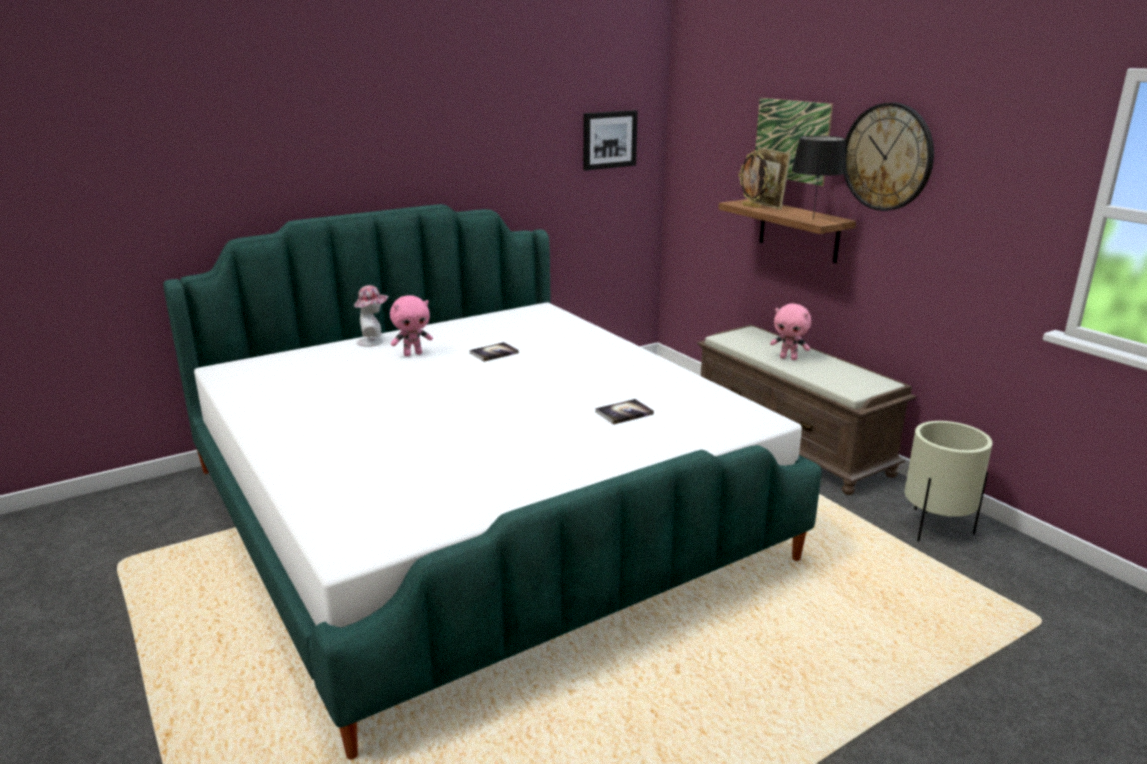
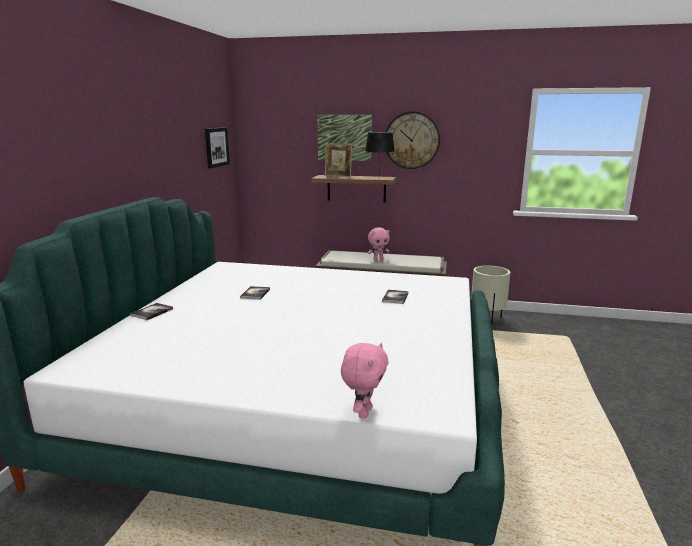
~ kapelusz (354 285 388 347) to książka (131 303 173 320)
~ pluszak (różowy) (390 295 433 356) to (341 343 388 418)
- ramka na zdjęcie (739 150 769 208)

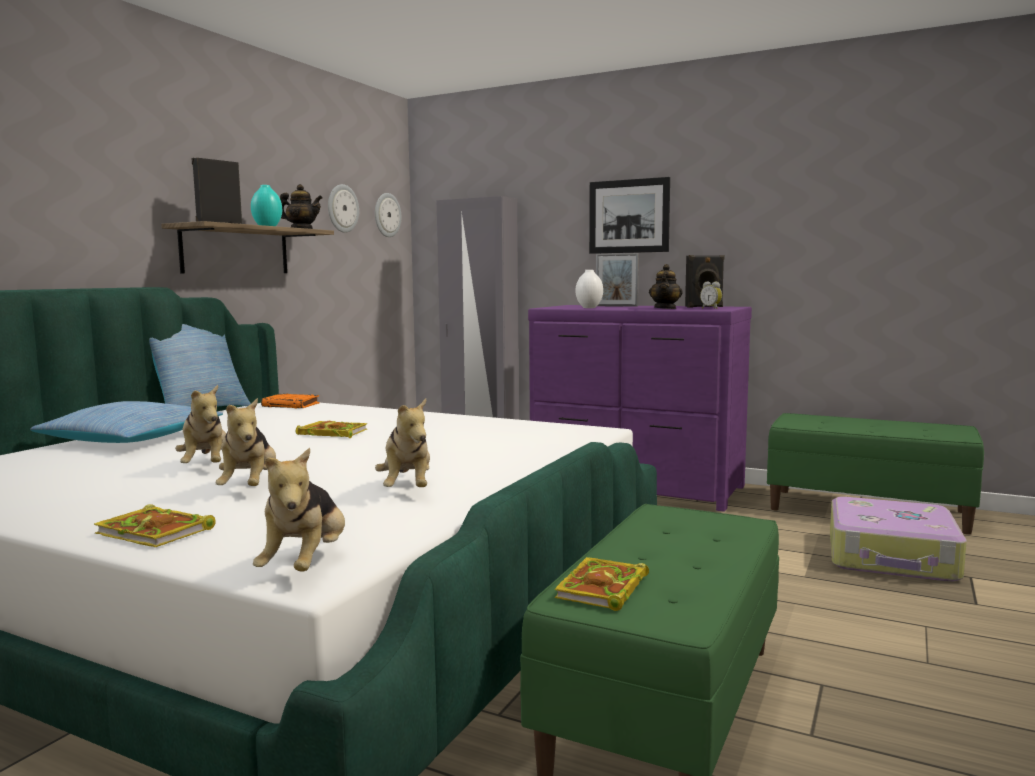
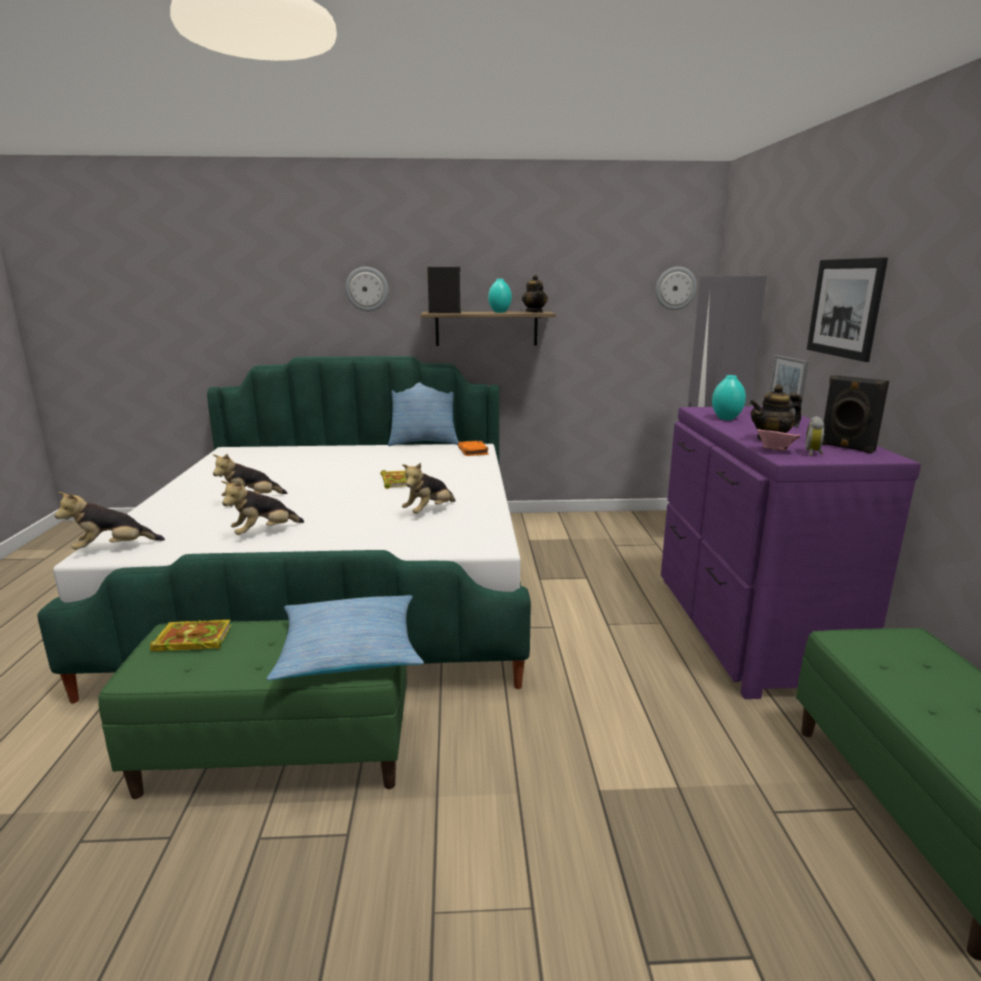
~ poduszka (30 401 223 443) to (266 595 424 681)
- książka (94 504 216 547)
~ pluszak (175 385 226 463) to (402 463 455 514)
~ zegar ścienny (328 184 359 233) to (345 267 389 311)
~ wazon (biały) (576 270 603 308) to wazon (turkusowy) (712 375 746 420)
- walizka (830 497 967 582)
+ miska (różowy) (757 429 801 451)

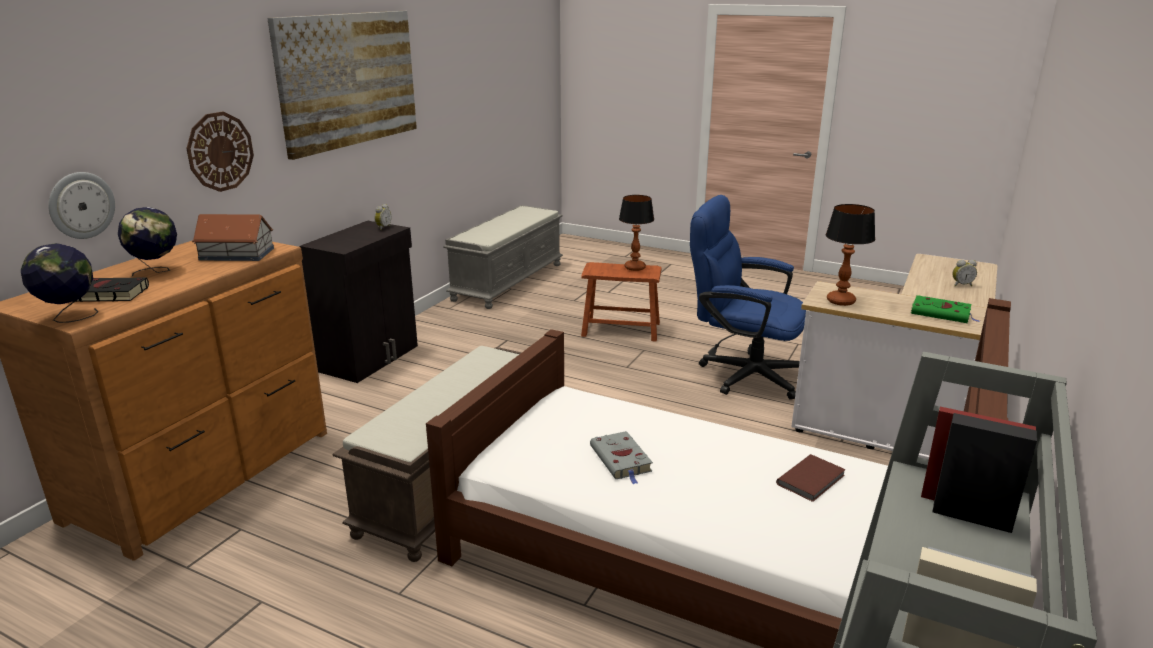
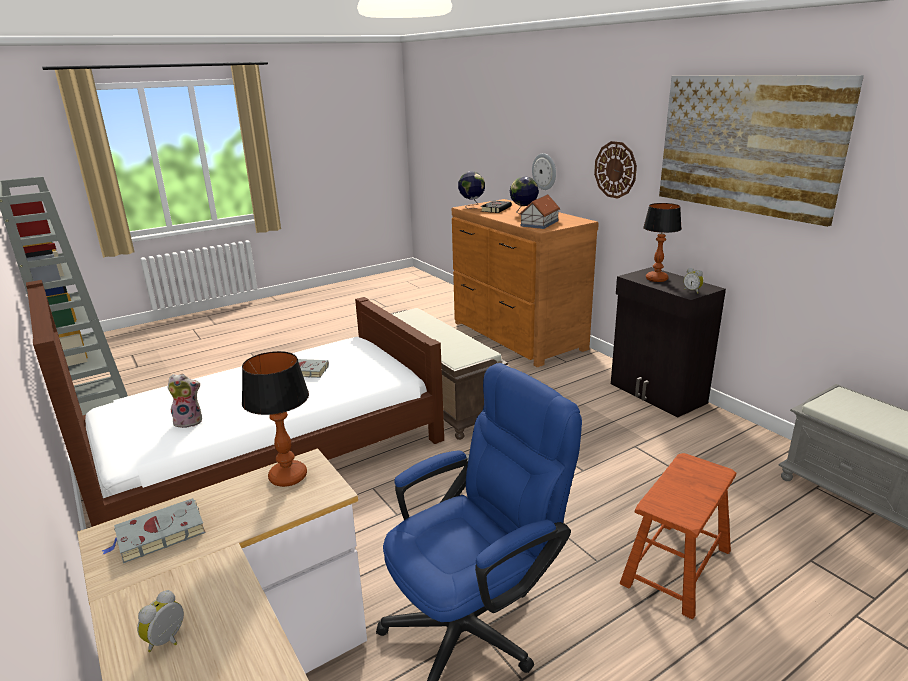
~ lampa stołowa (619 195 654 271) to (643 203 682 282)
~ książka (brązowy) (776 454 846 502) to pluszak (167 374 202 428)
~ książka (zielony) (911 295 980 323) to książka (szary) (102 498 206 563)

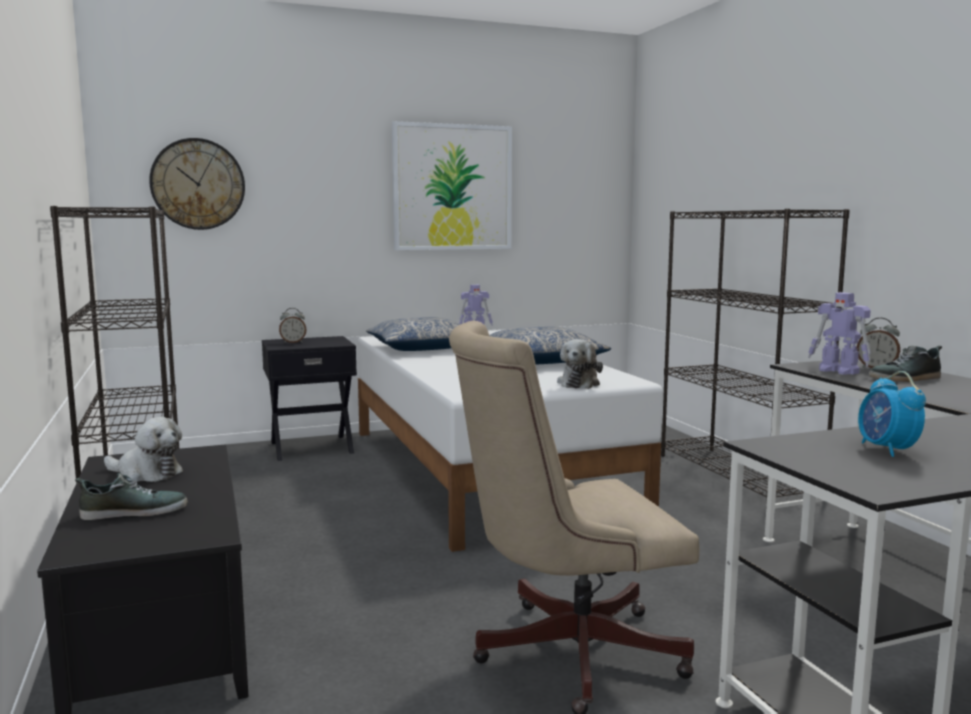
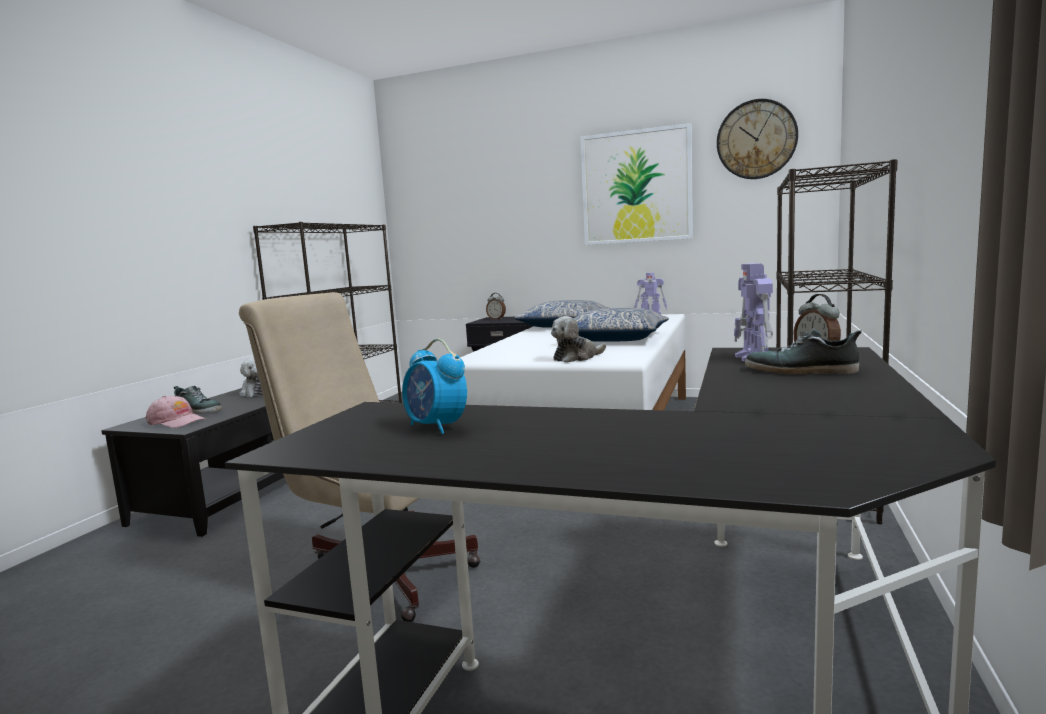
~ zegar ścienny (149 138 245 230) to (717 99 798 179)
~ budzik (858 371 926 457) = (402 339 467 434) 75 degrees counterclockwise
+ czapka z daszkiem (różowy) (146 396 206 428)

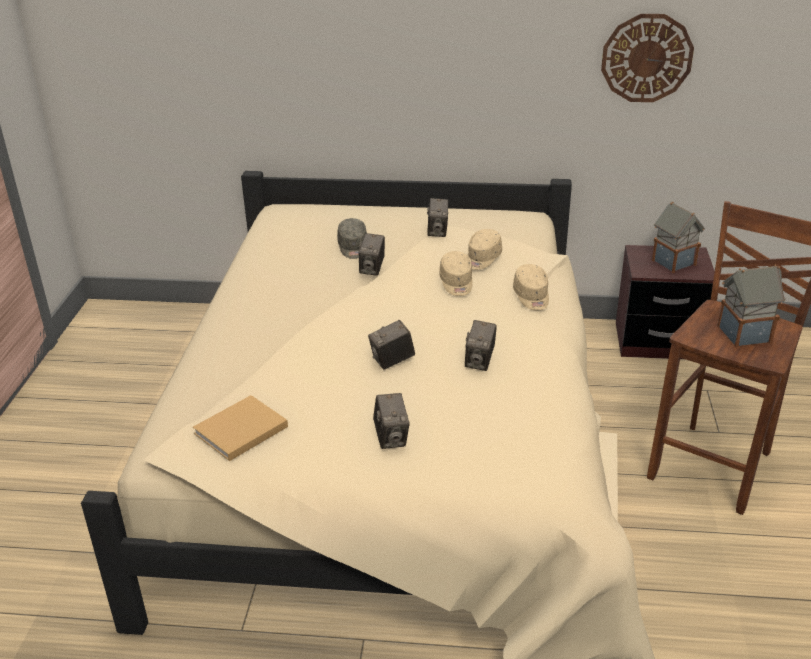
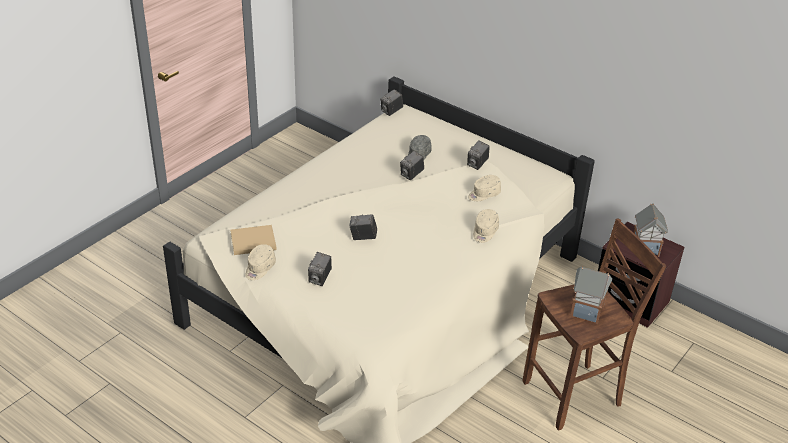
~ czapka z daszkiem (beżowy) (439 251 473 296) to (246 244 276 280)
~ aparat fotograficzny (465 320 497 371) to (380 89 403 116)
- zegar ścienny (601 14 694 102)

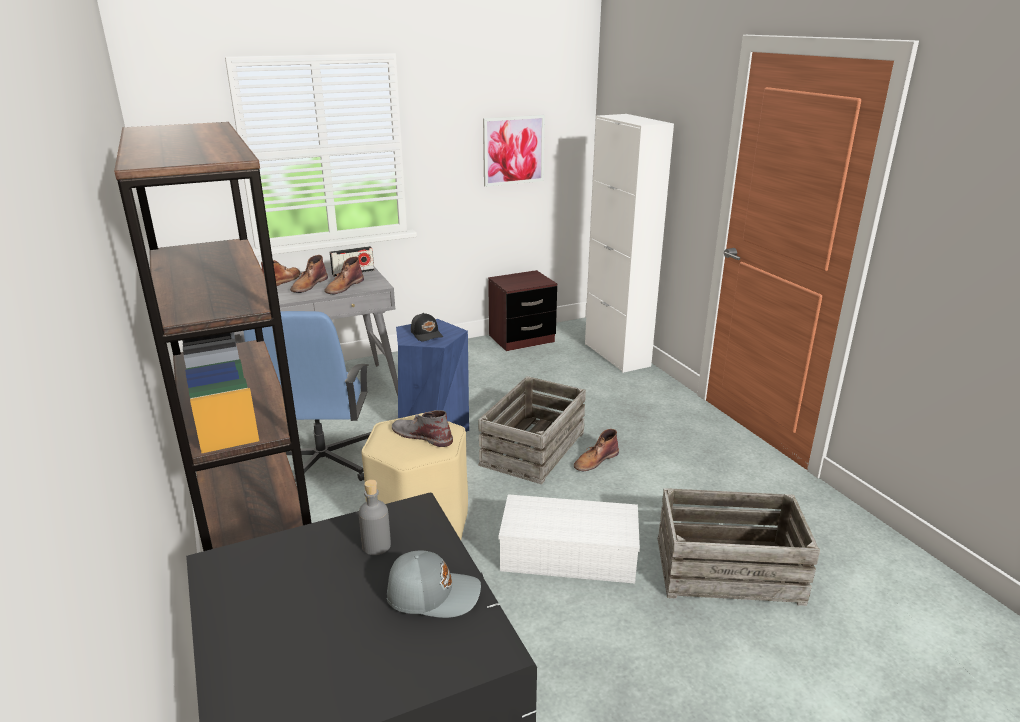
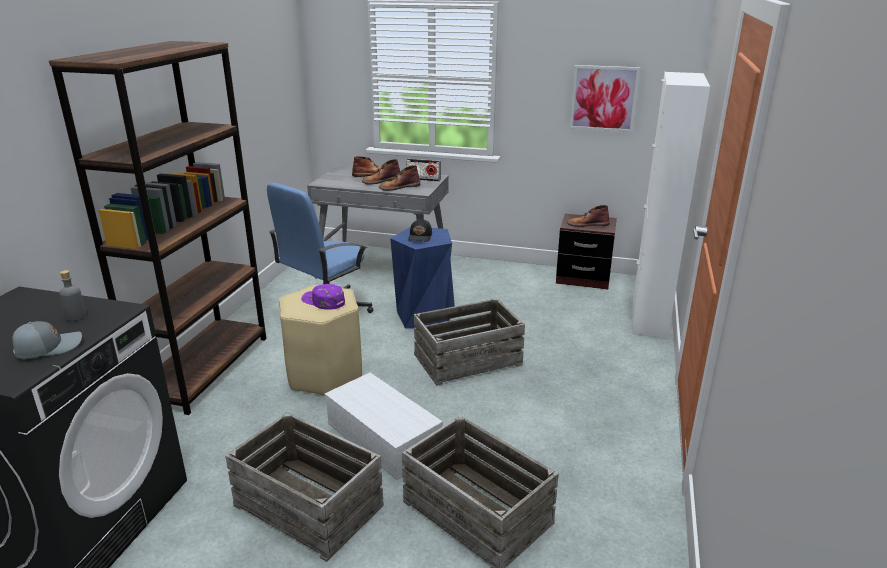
~ czapka z daszkiem (szary) (387 551 481 618) = (12 321 82 359) 75 degrees counterclockwise
~ but z cholewką (szary) (392 410 453 447) to czapka z daszkiem (fioletowy) (301 284 345 310)
~ but z cholewką (brązowy) (574 429 619 472) to (567 205 610 227)
+ skrzynka (225 412 384 562)

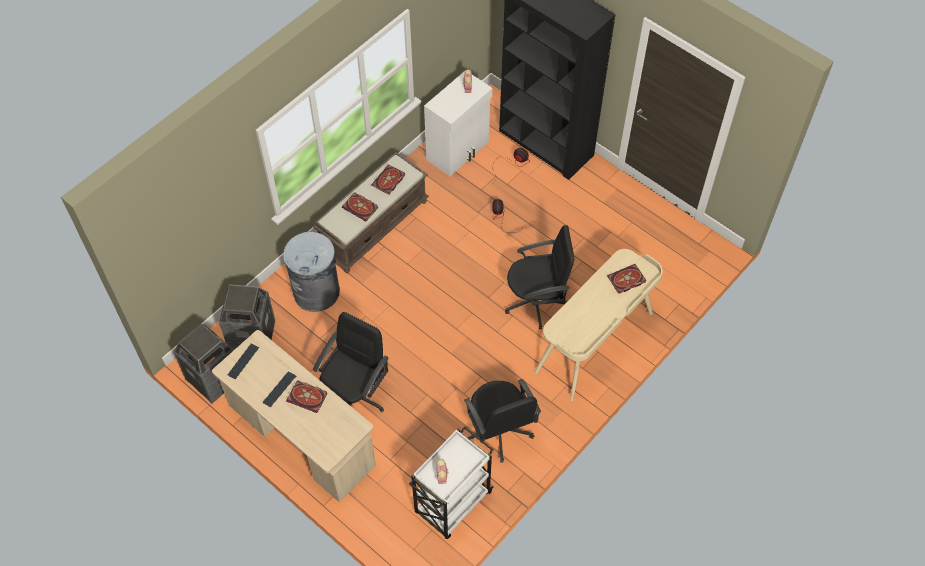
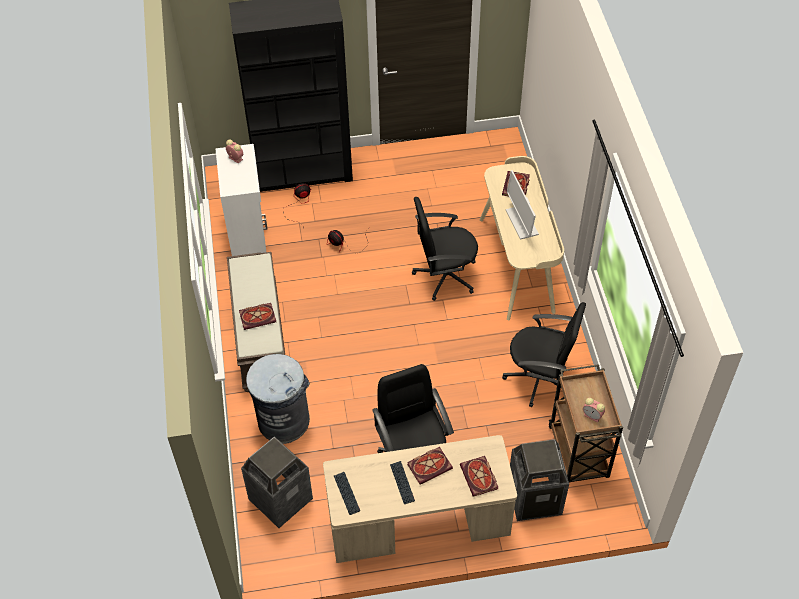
~ kosz na śmieci (174 323 234 404) to (510 439 569 521)
~ książka (371 164 405 195) to (460 456 498 497)
~ wózek (biały) (409 426 494 539) to wózek (brązowy) (549 364 623 482)
~ krzesło biurowe (czarny) (505 225 574 329) = (412 197 478 301) 135 degrees counterclockwise
+ monitor (506 170 539 240)

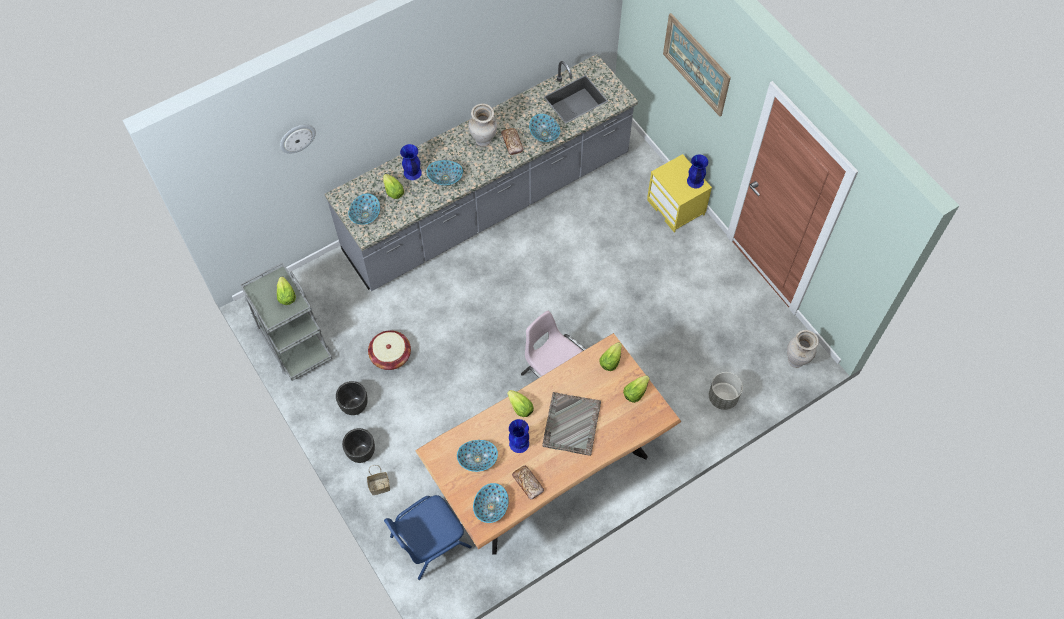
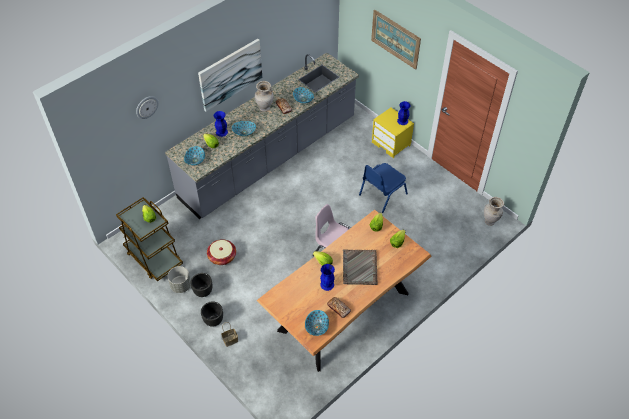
~ wózek (szary) (240 262 332 381) to wózek (brązowy) (116 197 183 281)
~ krzesło (niebieski) (384 495 472 580) to (359 163 408 213)
- miska (457 440 498 472)
~ donica (szary) (709 372 743 410) to (168 266 191 293)
+ obraz (198 39 262 112)

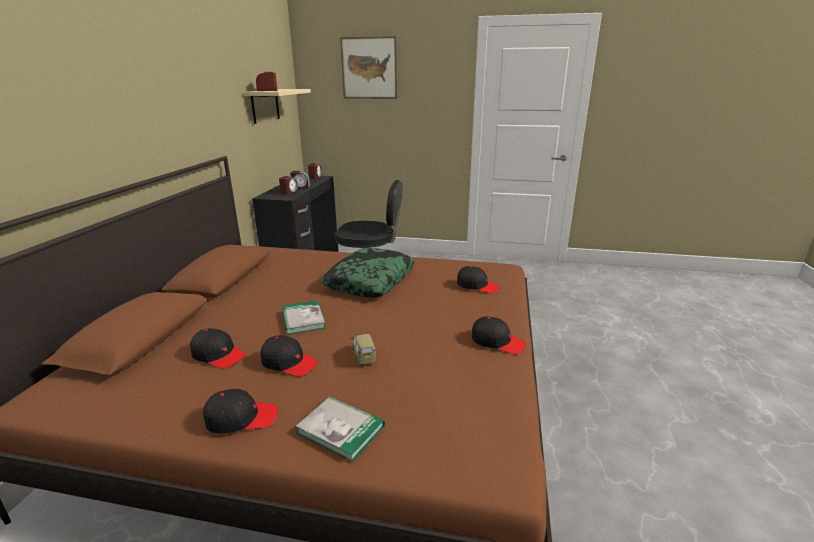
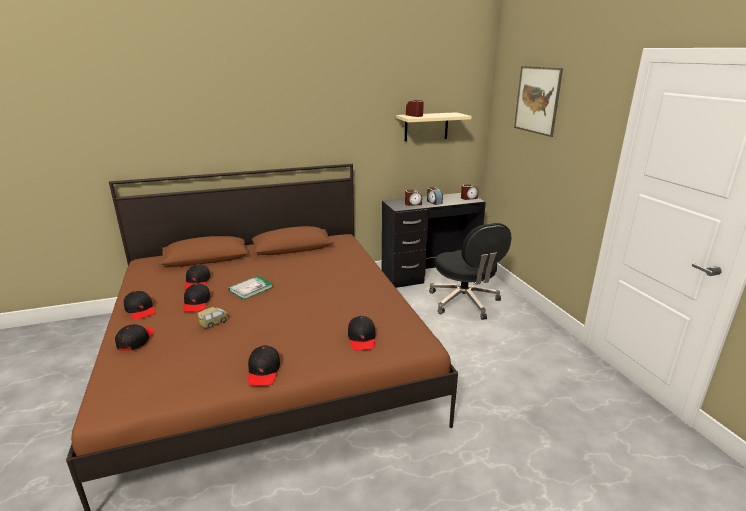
~ książka (295 396 385 462) to czapka z daszkiem (czarny) (115 324 154 351)
- poduszka (321 248 415 297)

